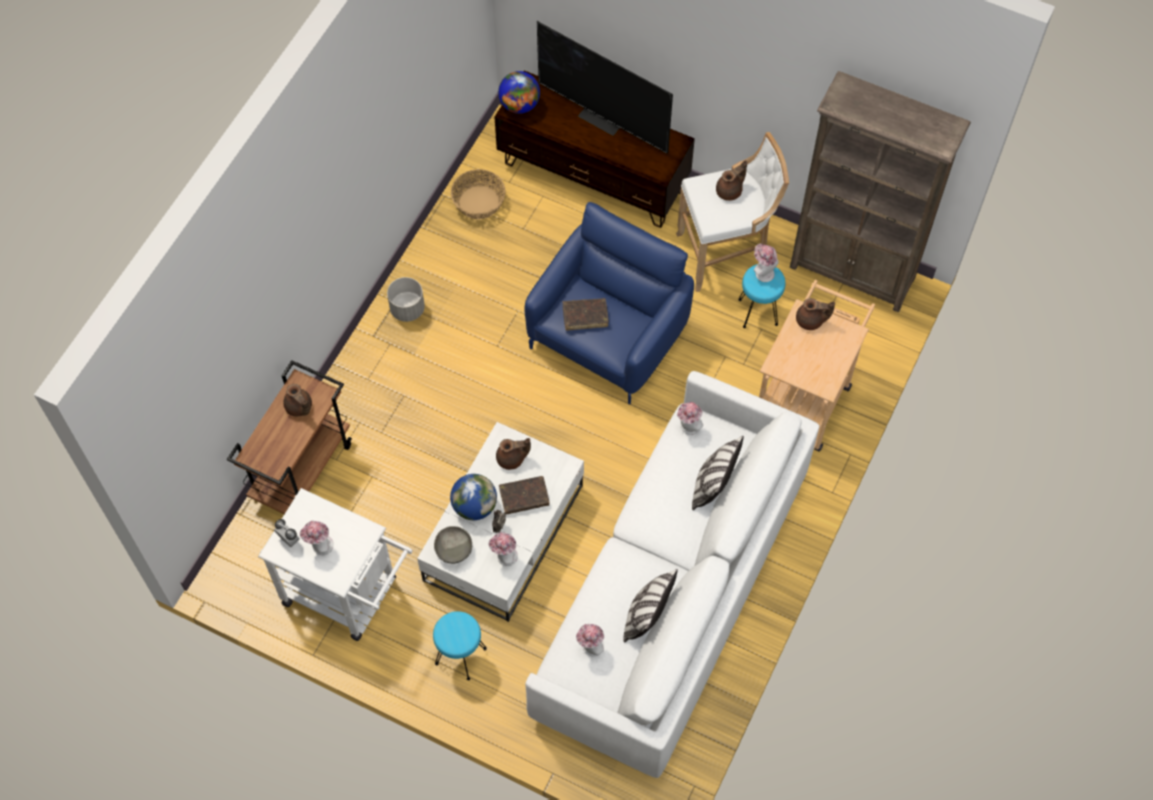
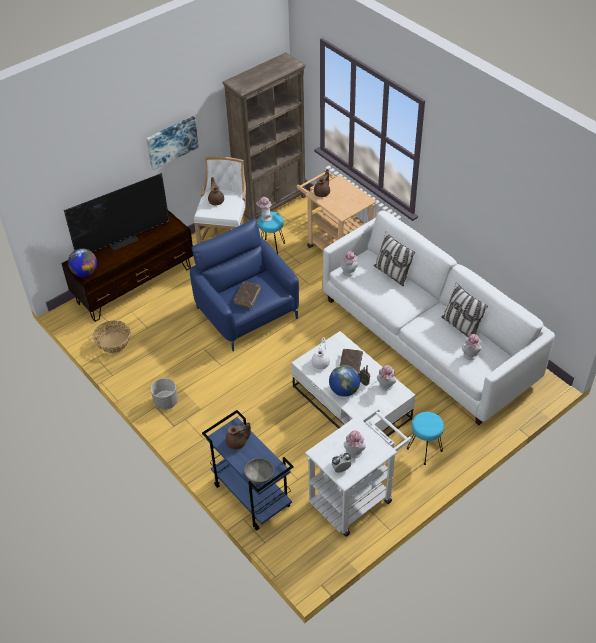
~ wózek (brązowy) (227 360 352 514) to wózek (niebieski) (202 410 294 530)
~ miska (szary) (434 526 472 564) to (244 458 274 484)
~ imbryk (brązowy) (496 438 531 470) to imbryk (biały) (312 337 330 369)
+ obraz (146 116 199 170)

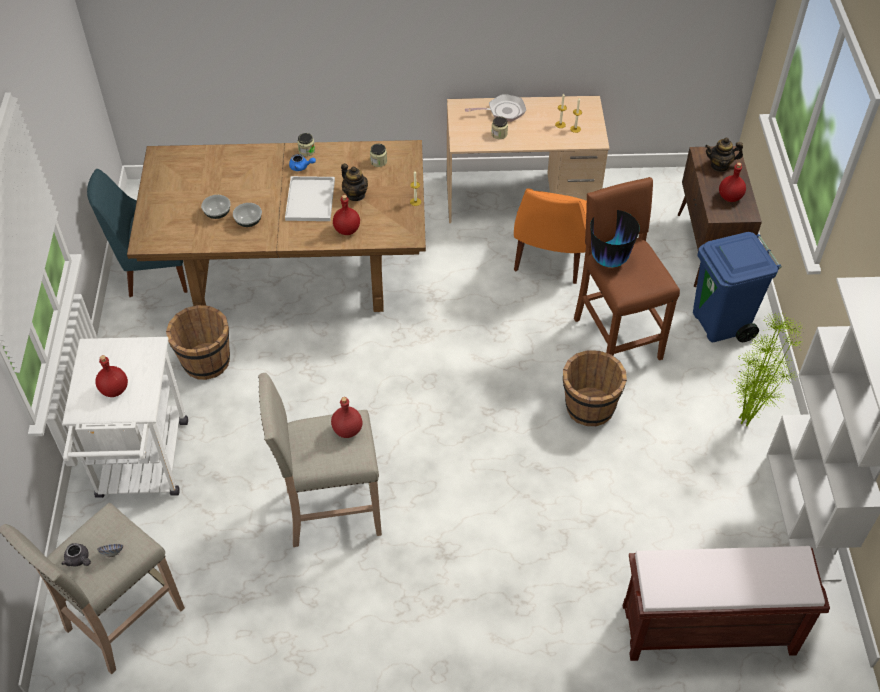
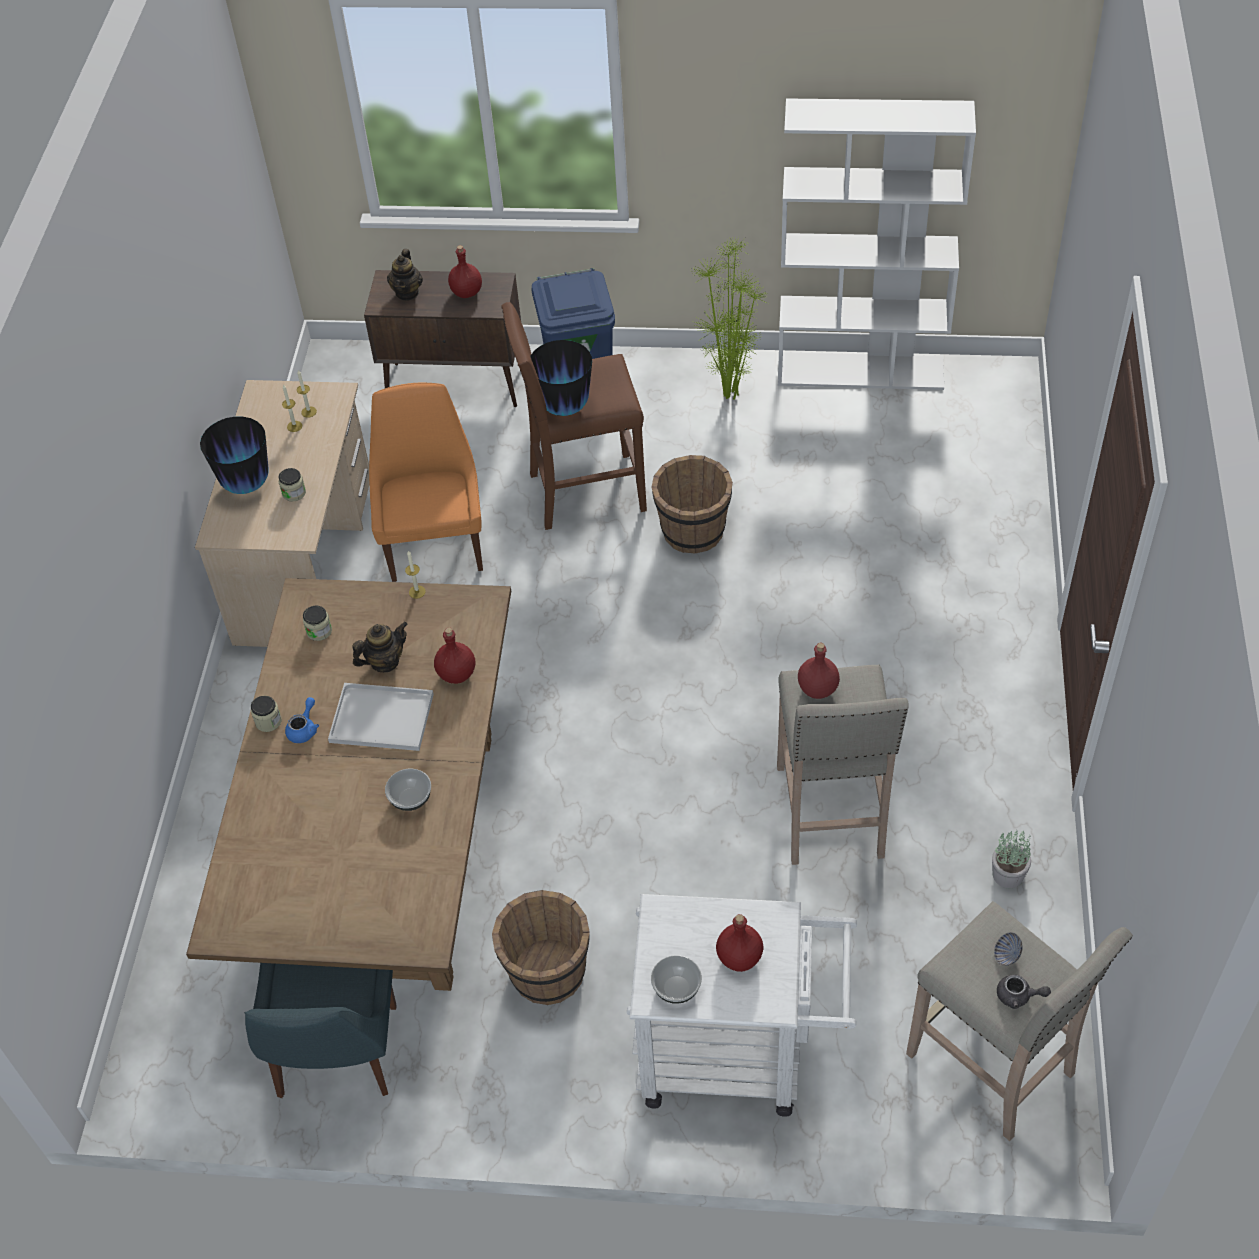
~ imbryk (szary) (61 543 91 566) = (997 975 1051 1009) 60 degrees clockwise
~ miska (201 195 230 219) to (651 955 702 1004)
~ patelnia (465 94 526 122) to wazon (200 417 269 494)
~ krzesło (pomarańczowy) (514 189 587 284) = (369 383 483 582) 120 degrees counterclockwise
- ławka (brązowy) (623 546 830 661)
+ roślina doniczkowa (992 831 1031 888)

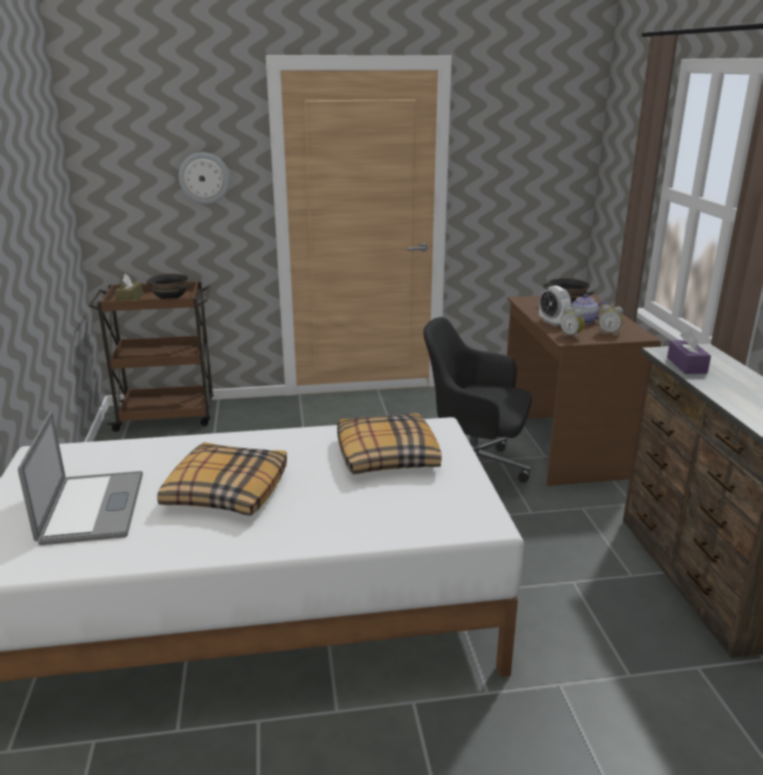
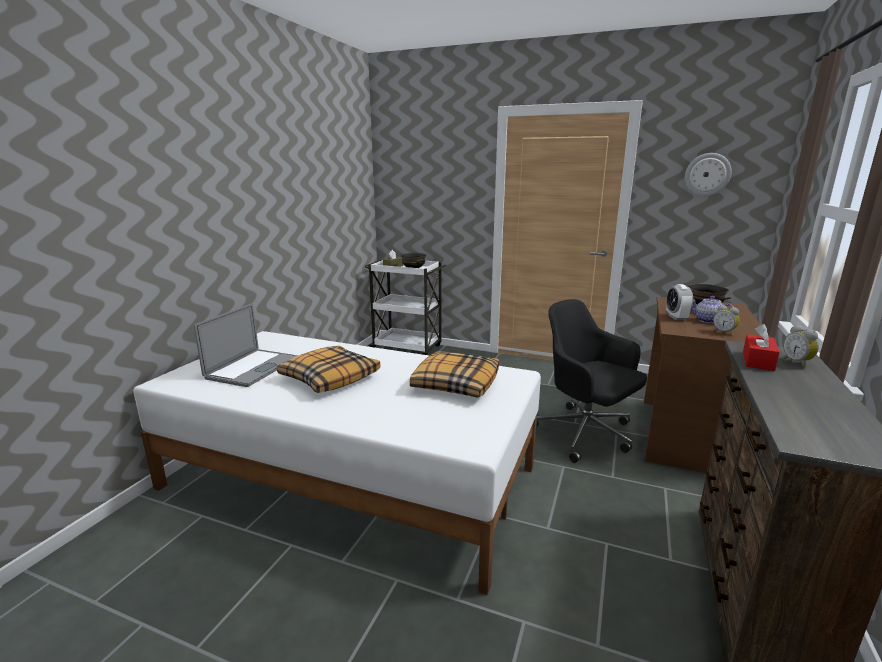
~ wózek (brązowy) (89 281 214 432) to wózek (biały) (365 260 446 355)
~ zegar ścienny (179 152 230 204) to (685 153 732 196)
~ budzik (560 306 584 339) to (783 325 819 367)
~ pudełko chusteczek (fioletowy) (667 330 711 374) to pudełko chusteczek (czerwony) (743 324 780 371)

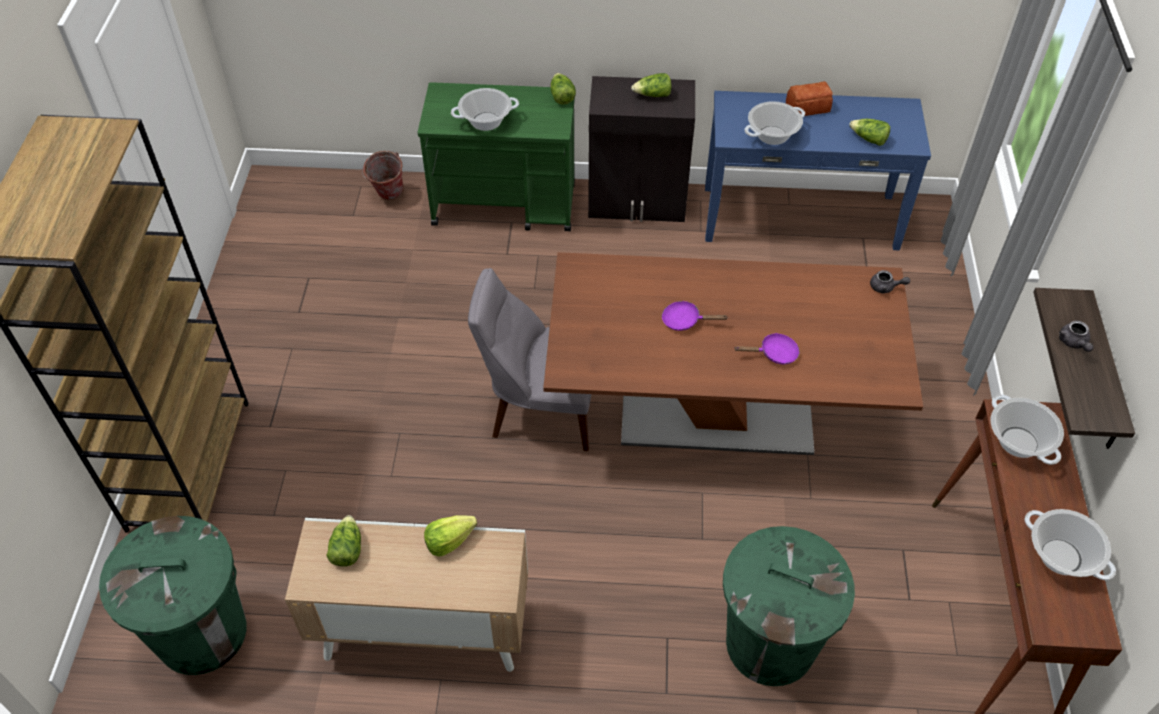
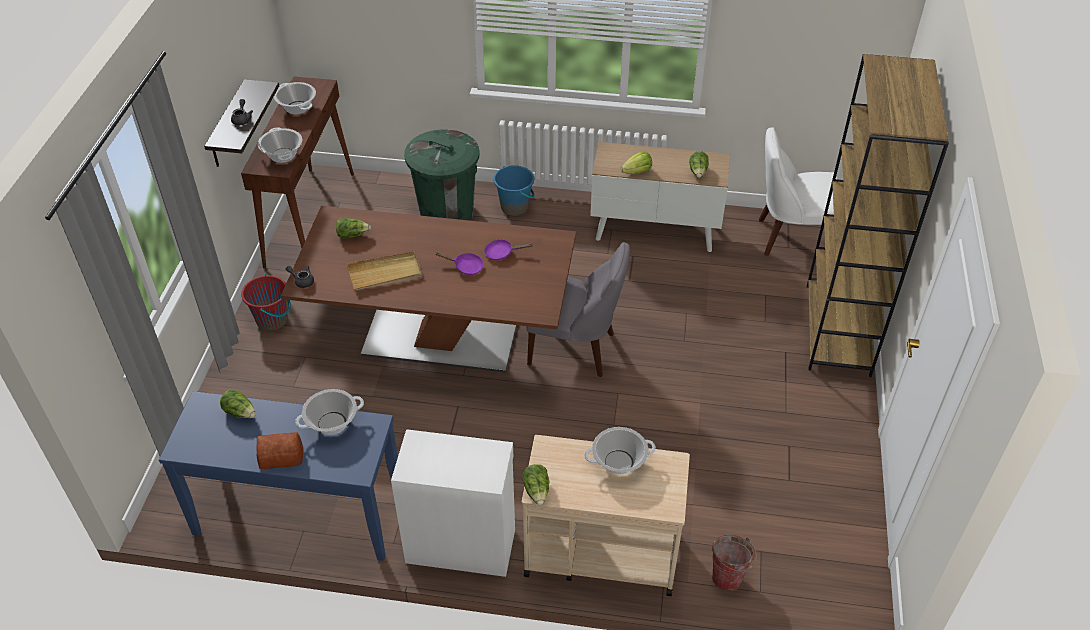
~ kosz na śmieci (zielony) (99 516 247 675) to krzesło (biały) (759 127 837 256)
~ wózek (zielony) (418 82 575 232) to wózek (beżowy) (522 435 690 596)
~ szafka (czarny) (588 76 695 222) to szafka (biały) (391 429 515 577)
~ sałata (631 73 672 97) to (336 218 371 239)
~ patelnia (fioletowy) (734 333 800 365) to (484 239 532 260)
+ wiadro (czerwony) (241 274 291 331)
+ taca (beżowy) (347 251 422 290)
+ wiadro (niebieski) (493 165 535 216)

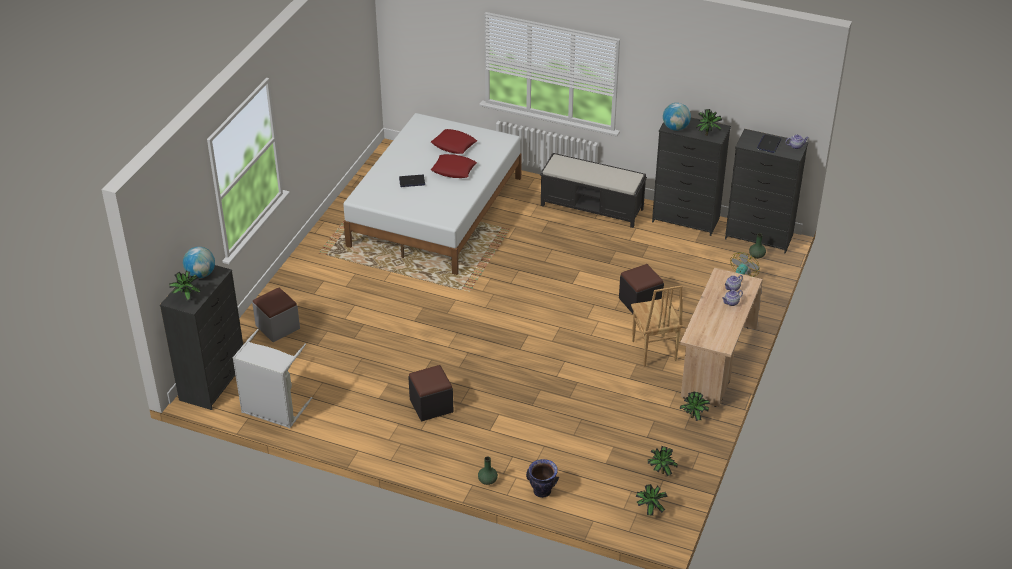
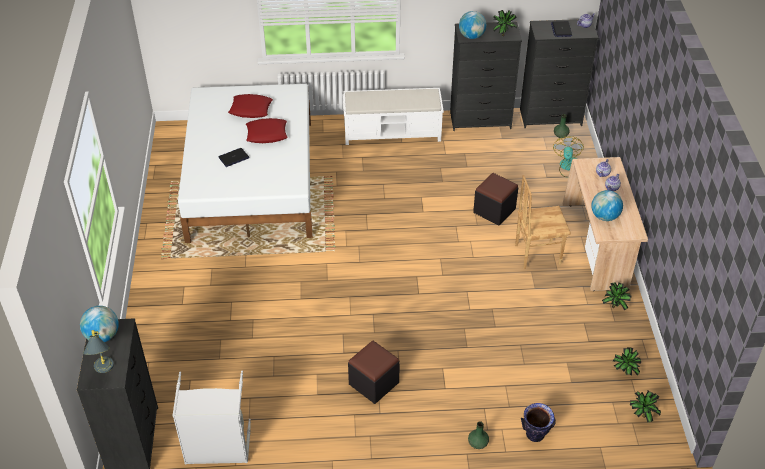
~ roślina doniczkowa (169 271 201 301) to lampa stołowa (szary) (83 330 114 373)
- pufa (szary) (252 287 300 342)
~ ławka (czarny) (540 153 647 228) to ławka (biały) (343 88 444 145)
~ krzesło (brązowy) (631 285 683 366) = (515 175 571 269) 120 degrees clockwise
+ globus (591 190 623 221)

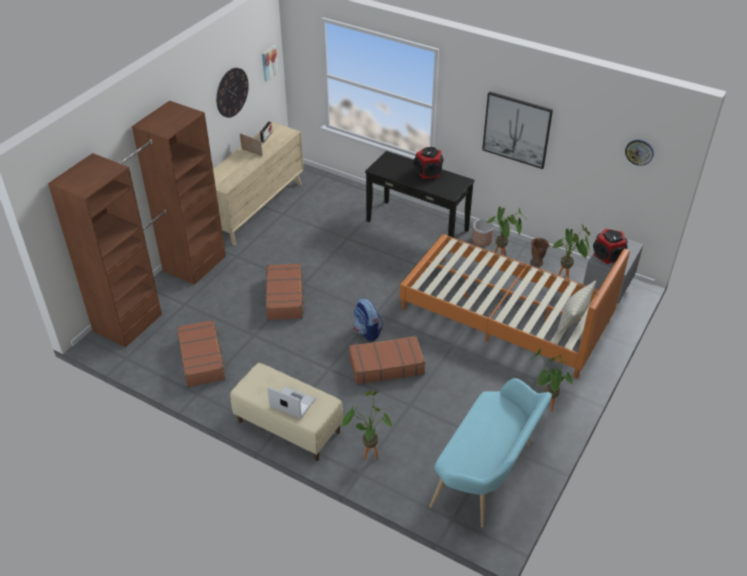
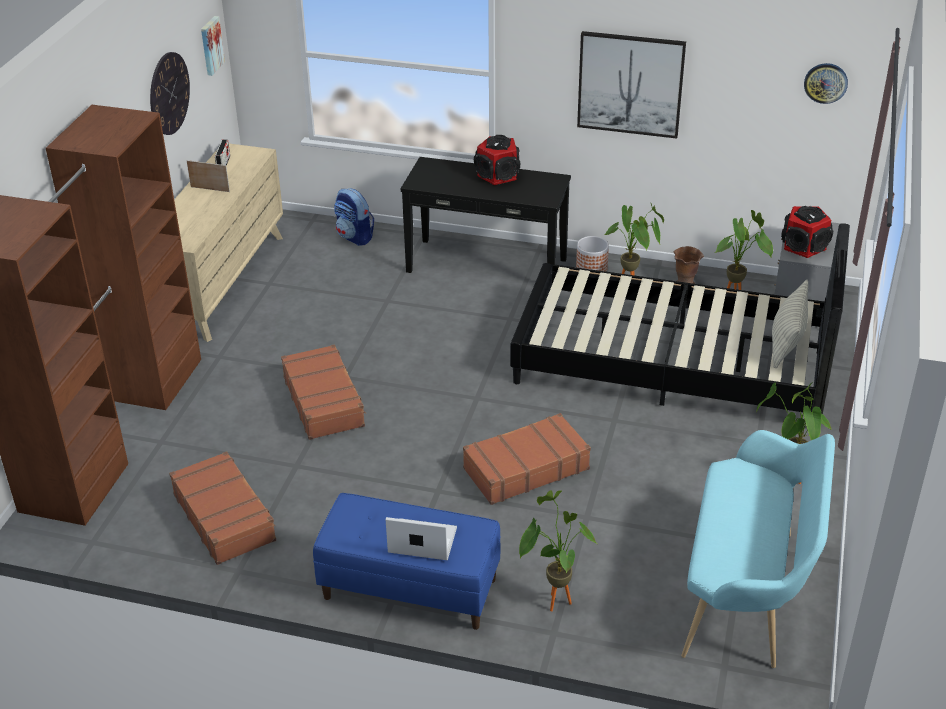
~ ławka (beżowy) (230 363 343 461) to ławka (niebieski) (313 493 501 630)
~ plecak (354 298 383 341) to (334 188 374 246)
~ łóżko (pomarańczowy) (400 234 630 379) to łóżko (czarny) (510 223 850 414)

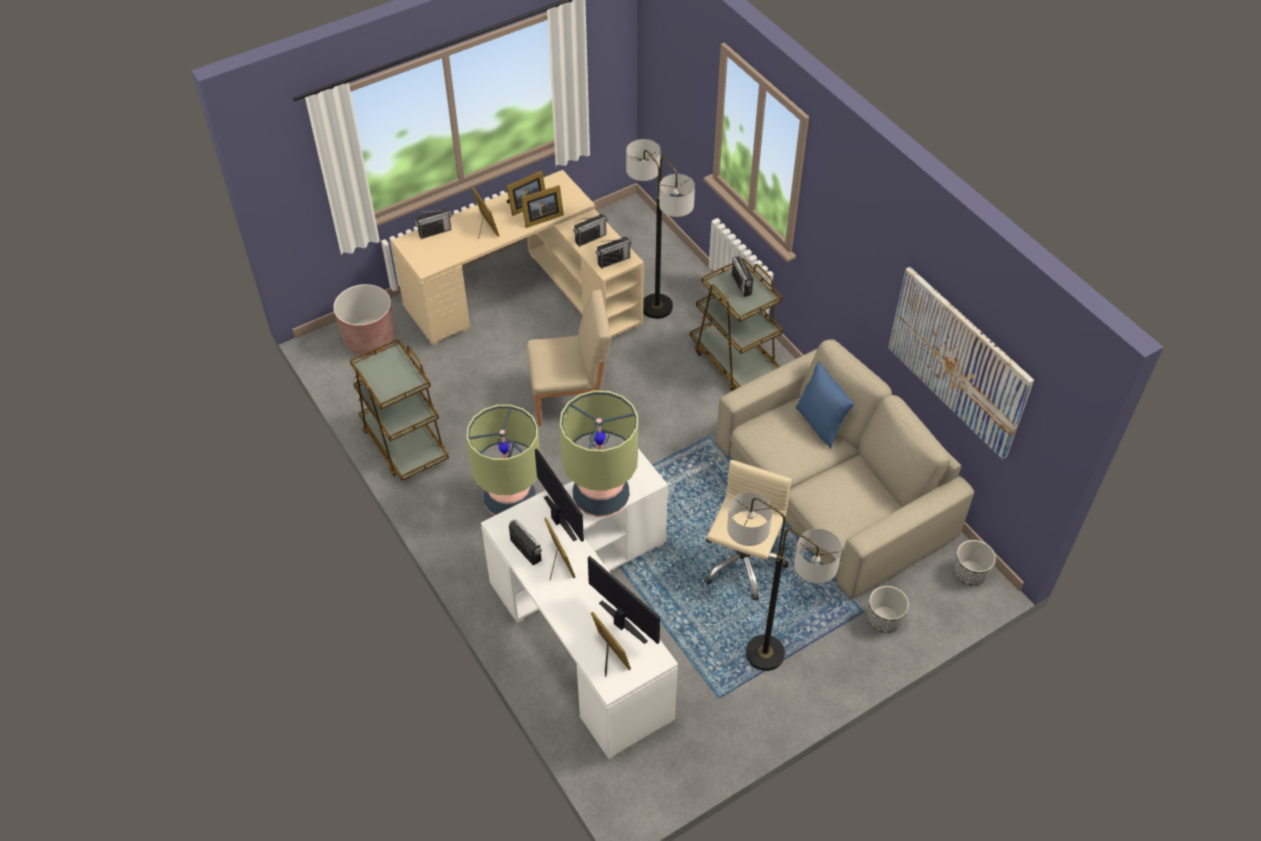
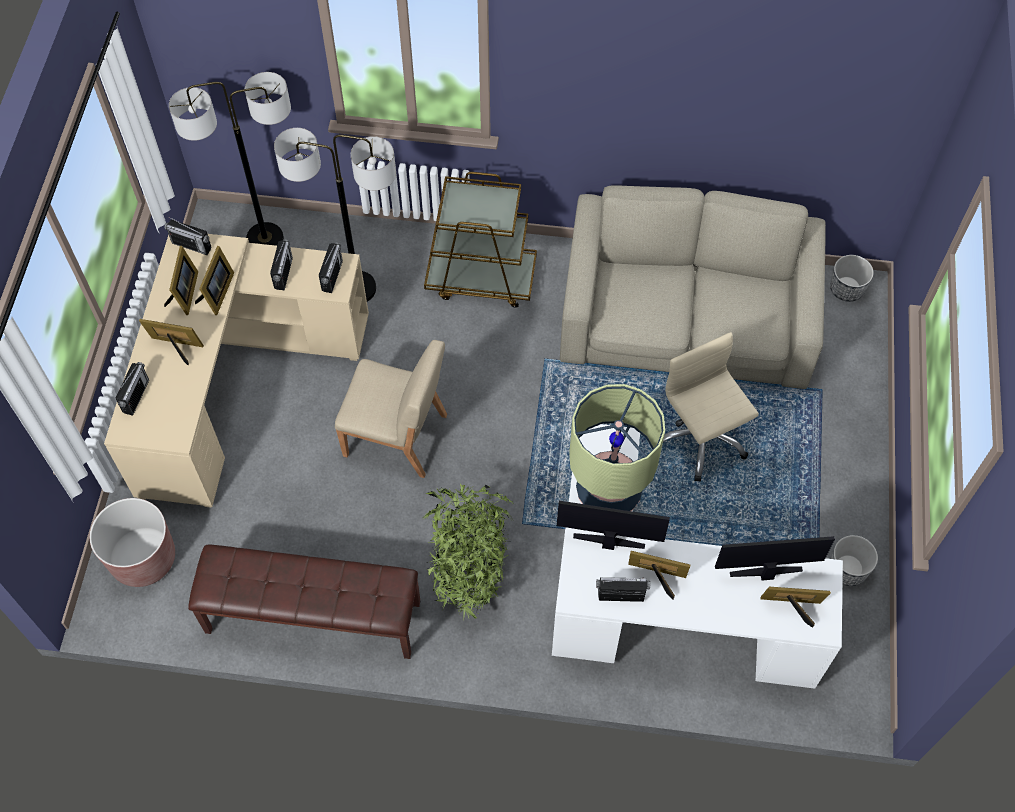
~ wózek (brązowy) (350 338 449 481) to ławka (brązowy) (188 544 420 659)
~ lampa stołowa (467 405 540 516) to roślina doniczkowa (422 483 512 622)
~ krzesło (beżowy) (527 290 611 426) = (335 340 447 478) 75 degrees clockwise
~ lampa stojąca (727 492 842 671) to (169 72 291 246)
~ radio (732 252 753 297) to (164 217 211 255)
- poduszka (niebieski) (796 361 855 449)
~ donica (867 586 909 633) to (831 535 878 586)
- obraz (888 267 1034 460)

